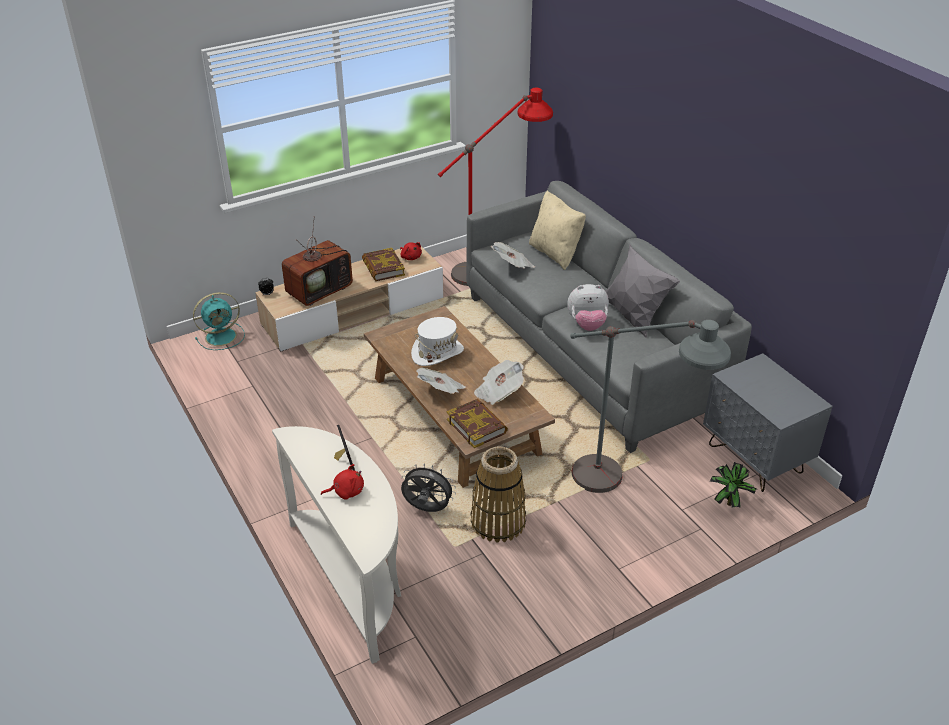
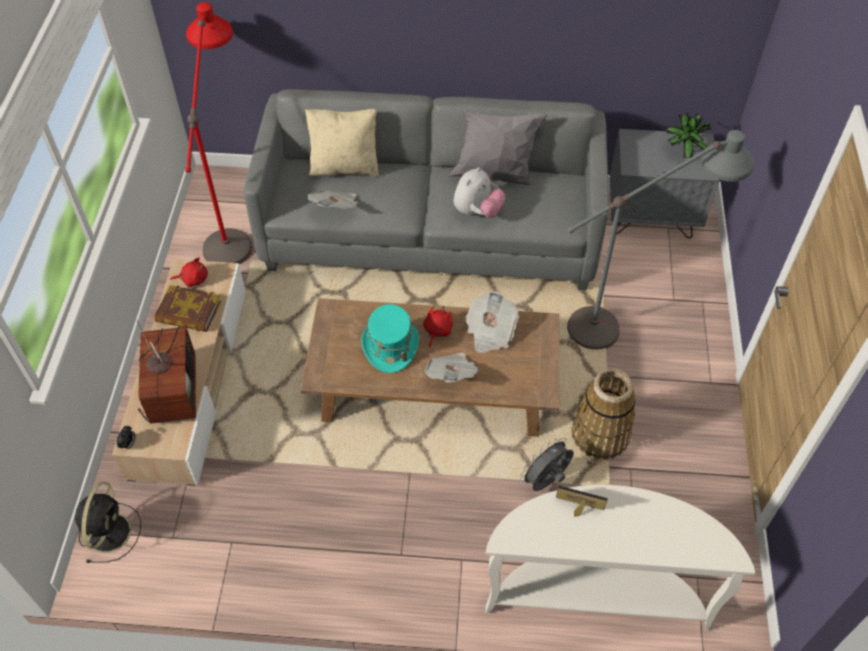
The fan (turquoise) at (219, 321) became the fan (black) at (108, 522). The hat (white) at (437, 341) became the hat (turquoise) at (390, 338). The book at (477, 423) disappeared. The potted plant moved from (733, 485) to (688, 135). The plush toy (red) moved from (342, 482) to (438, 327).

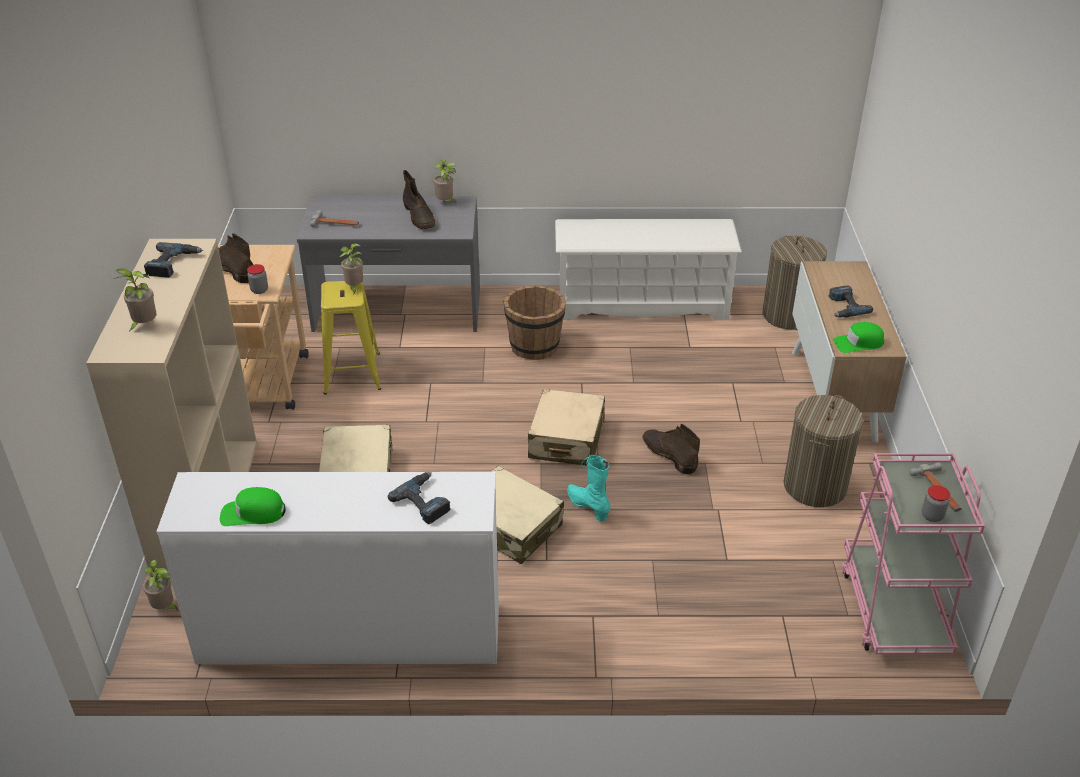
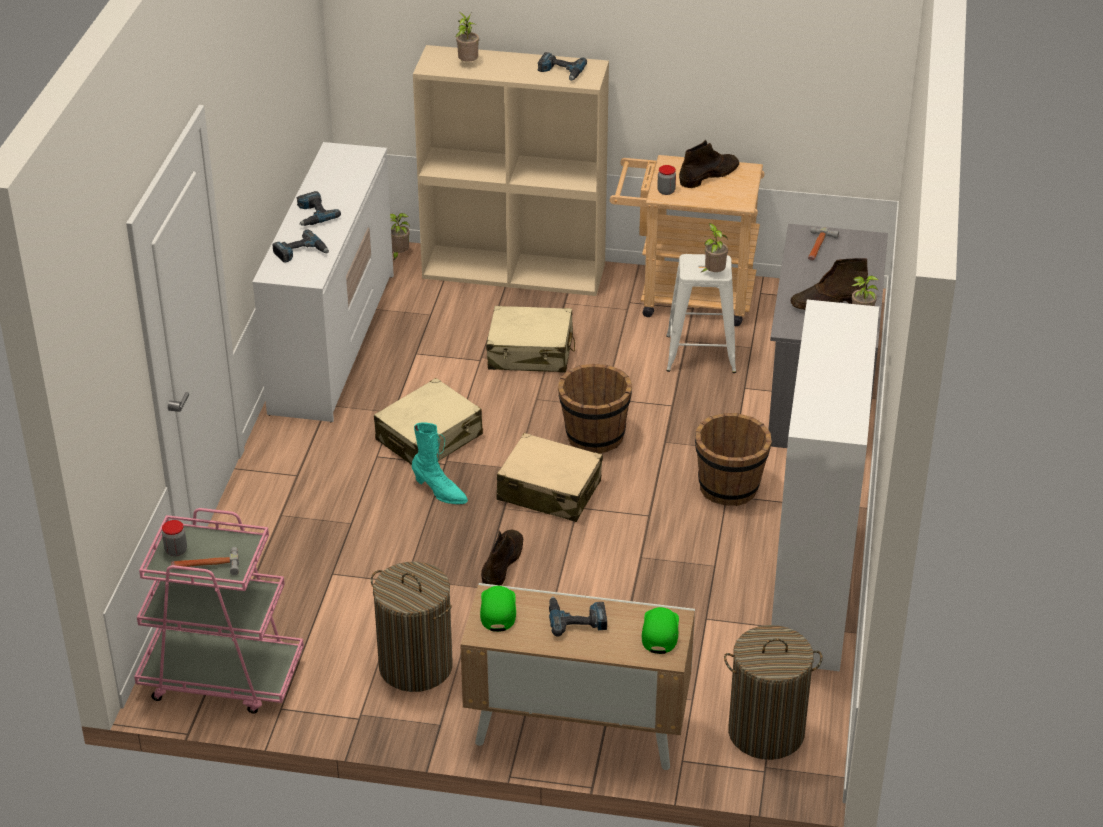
The shoe rack (white) at (648, 269) was replaced by the bookcase (white) at (825, 485). The stool (yellow) at (351, 338) became the stool (white) at (701, 313). The boot (brown) at (671, 449) turned 45 degrees counterclockwise. The boot (turquoise) at (589, 488) turned 60 degrees clockwise. The cap (green) moved from (252, 506) to (660, 630). The power drill at (318, 208) appeared. The bucket (brown) at (595, 408) appeared.

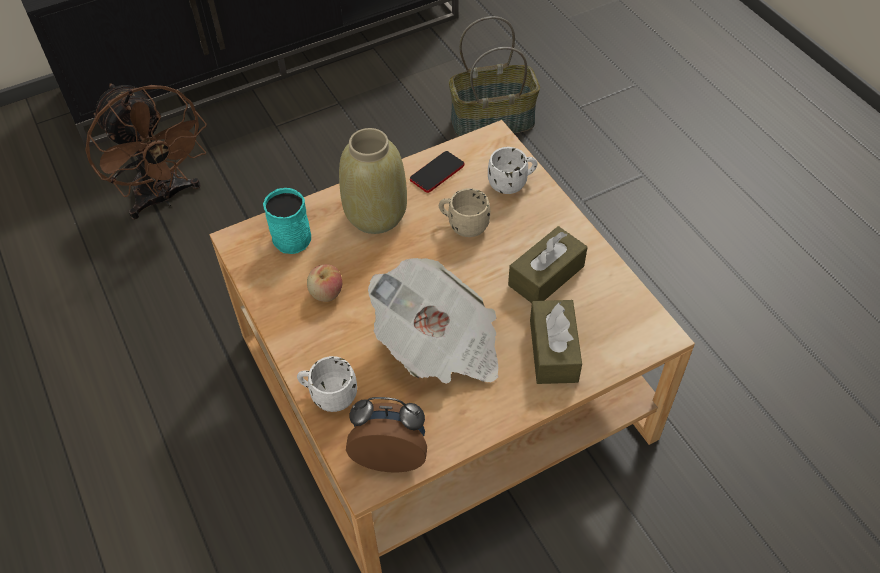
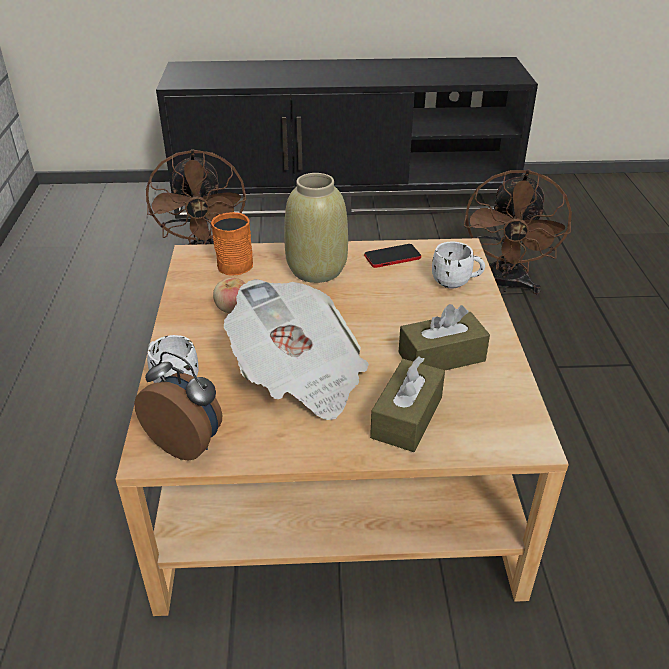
The basket at (494, 76) was replaced by the fan (brown) at (518, 231). The mug (turquoise) at (287, 221) became the mug (orange) at (232, 244). The mug (beige) at (464, 212) disappeared.

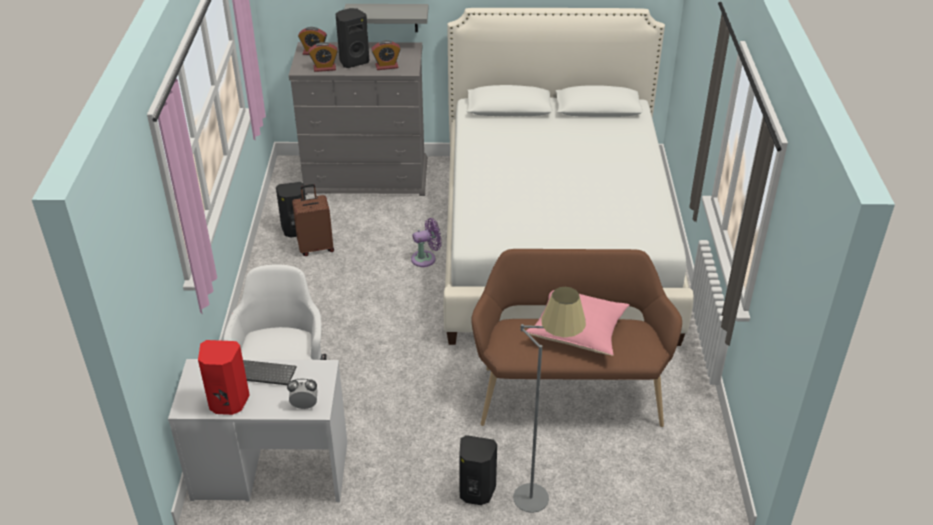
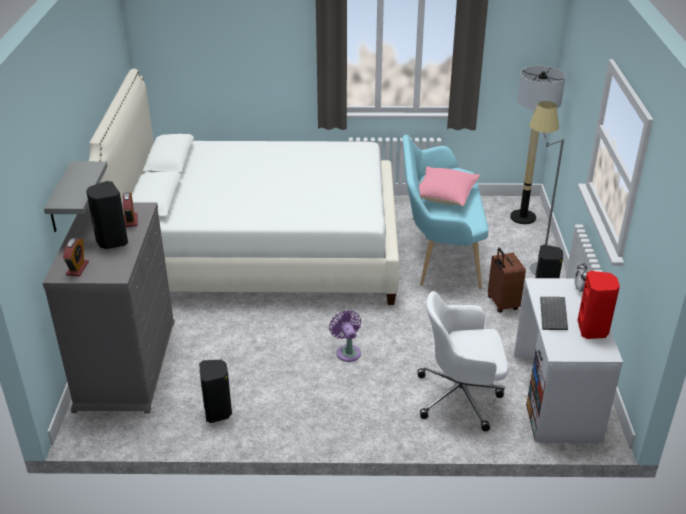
The alarm clock at (323, 57) disappeared. The suitcase (brown) moved from (313, 220) to (507, 280). The fan (purple) moved from (426, 242) to (345, 336). The bench (brown) at (576, 338) became the bench (turquoise) at (445, 212). The floor lamp at (538, 145) appeared.

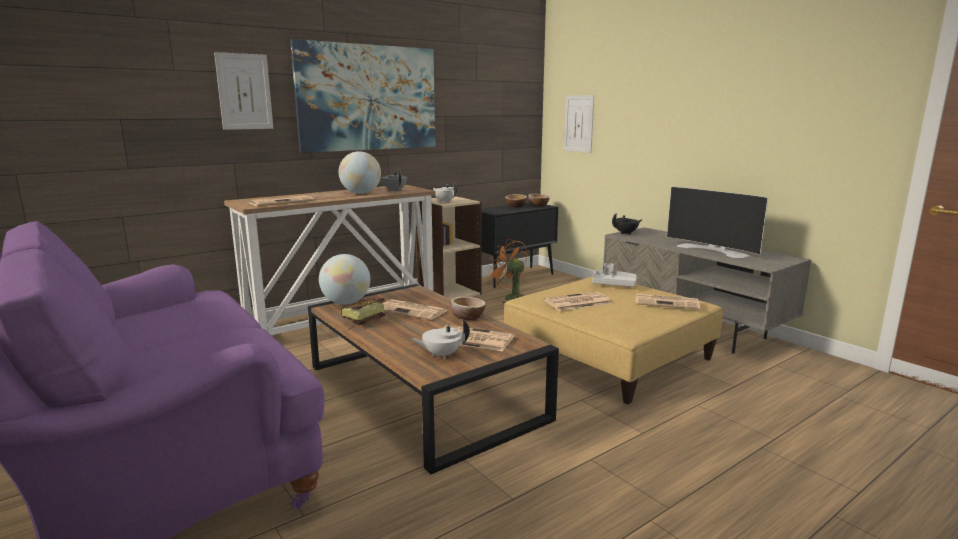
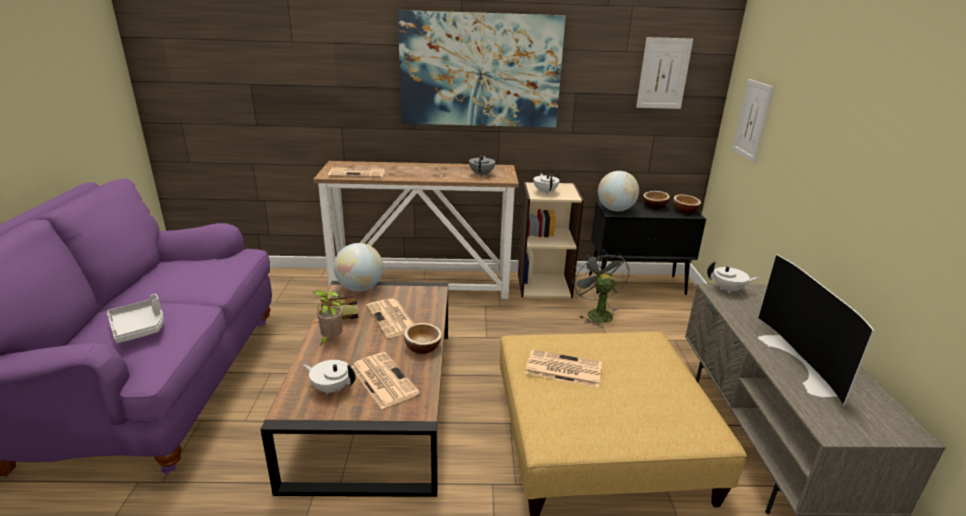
The picture moved from (243, 91) to (664, 73). The globe moved from (360, 172) to (618, 191). The teapot (black) at (627, 224) became the teapot (white) at (733, 277). The fan (orange) at (507, 271) became the fan (grey) at (601, 288). The tray (grey) moved from (614, 275) to (135, 318). The newspaper at (667, 301) disappeared. The potted plant at (328, 318) appeared.

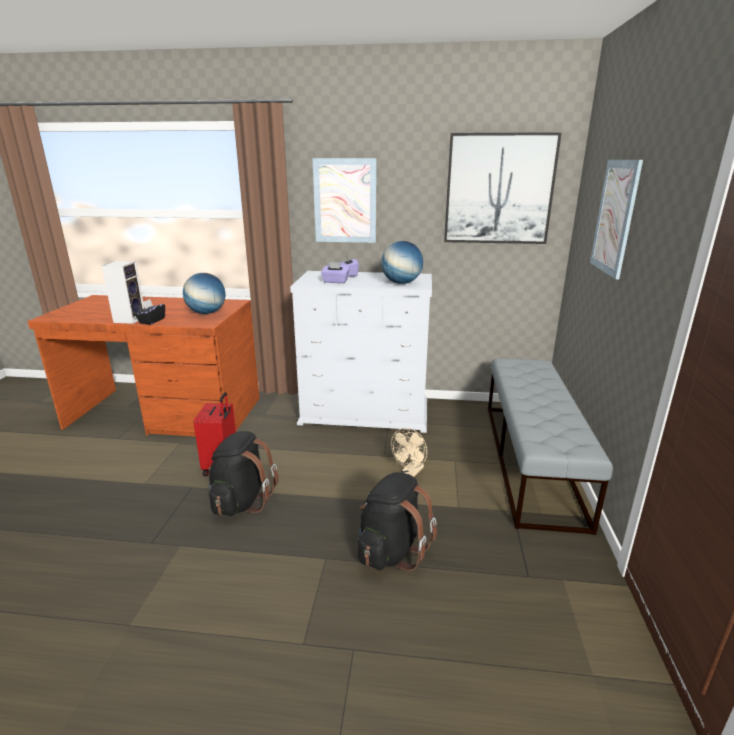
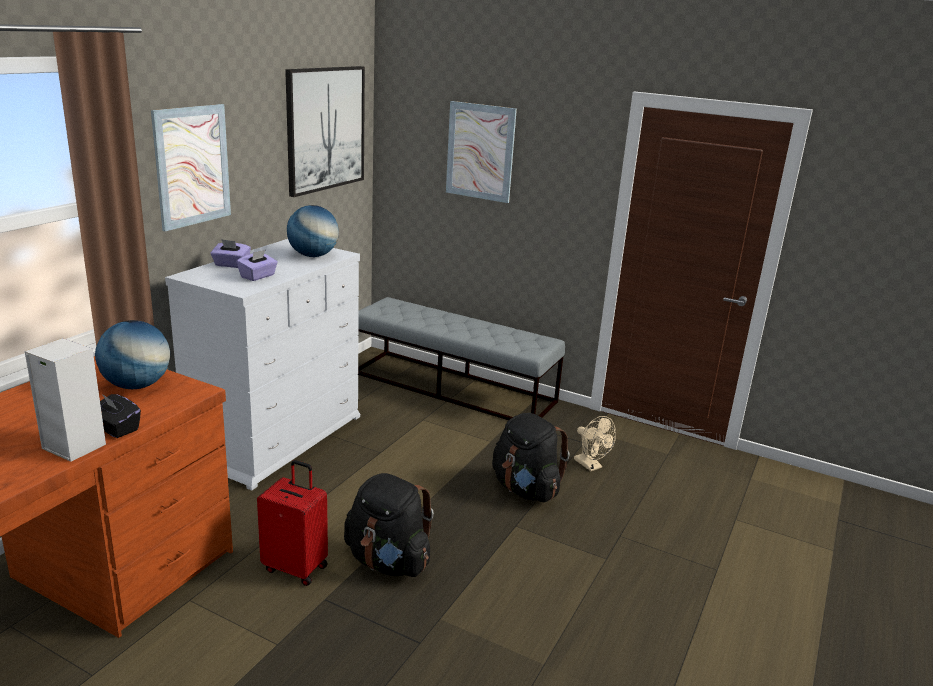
The fan (beige) moved from (409, 452) to (595, 443).

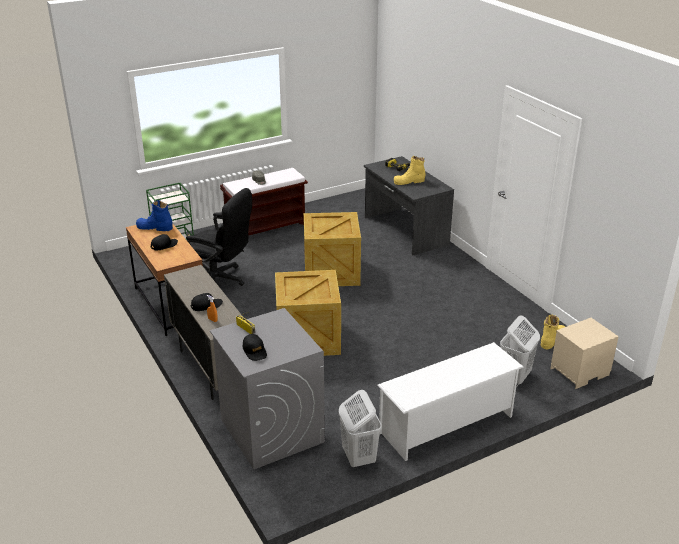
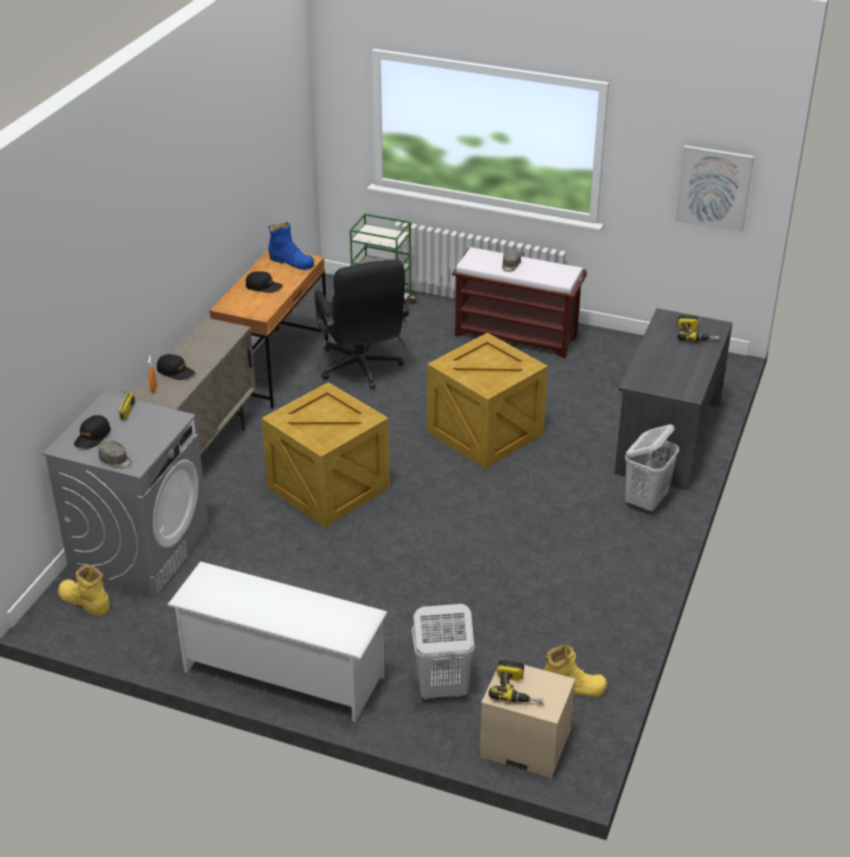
The boot (yellow) moved from (409, 170) to (84, 590). The boot (blue) at (154, 215) turned 150 degrees clockwise. The laundry basket (white) moved from (360, 429) to (652, 468). The picture at (714, 188) appeared. The cap (grey) at (115, 454) appeared. The power drill at (516, 681) appeared.

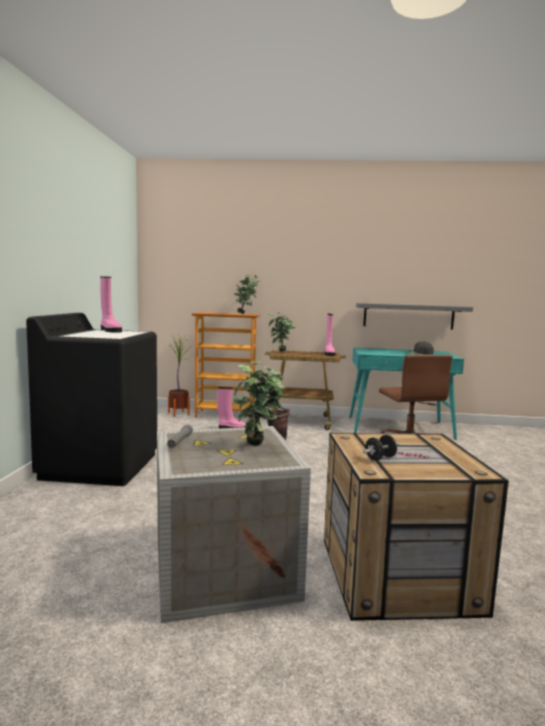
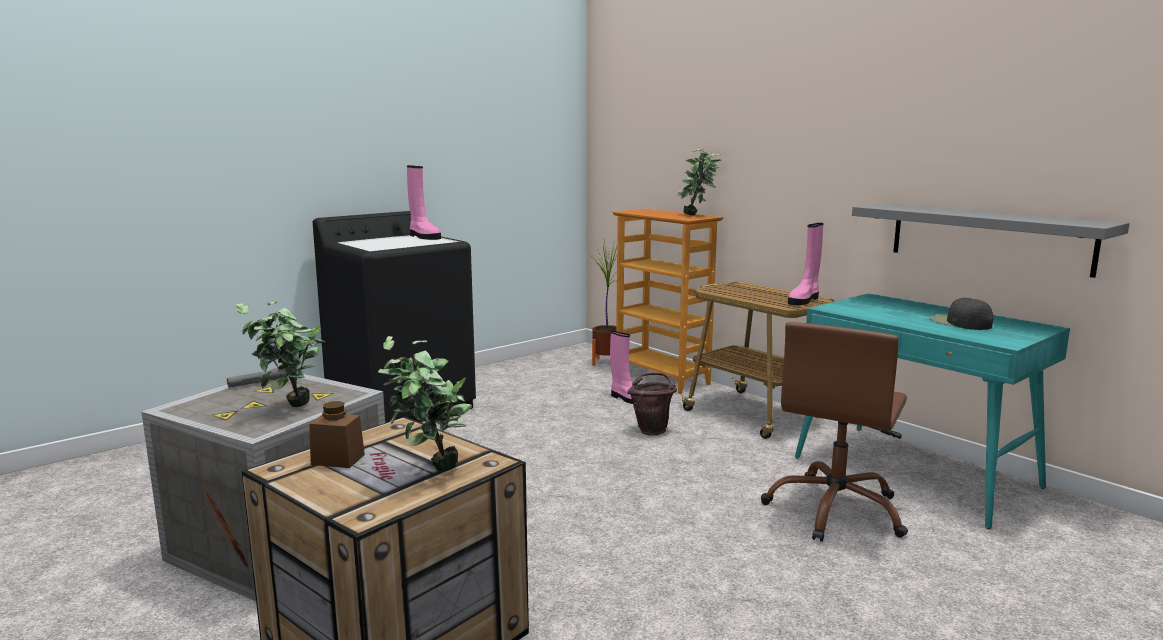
The boot (pink) at (111, 304) turned 45 degrees counterclockwise. The potted plant moved from (282, 331) to (425, 404). The dumbbell (black) at (381, 448) was replaced by the jar (brown) at (337, 434).

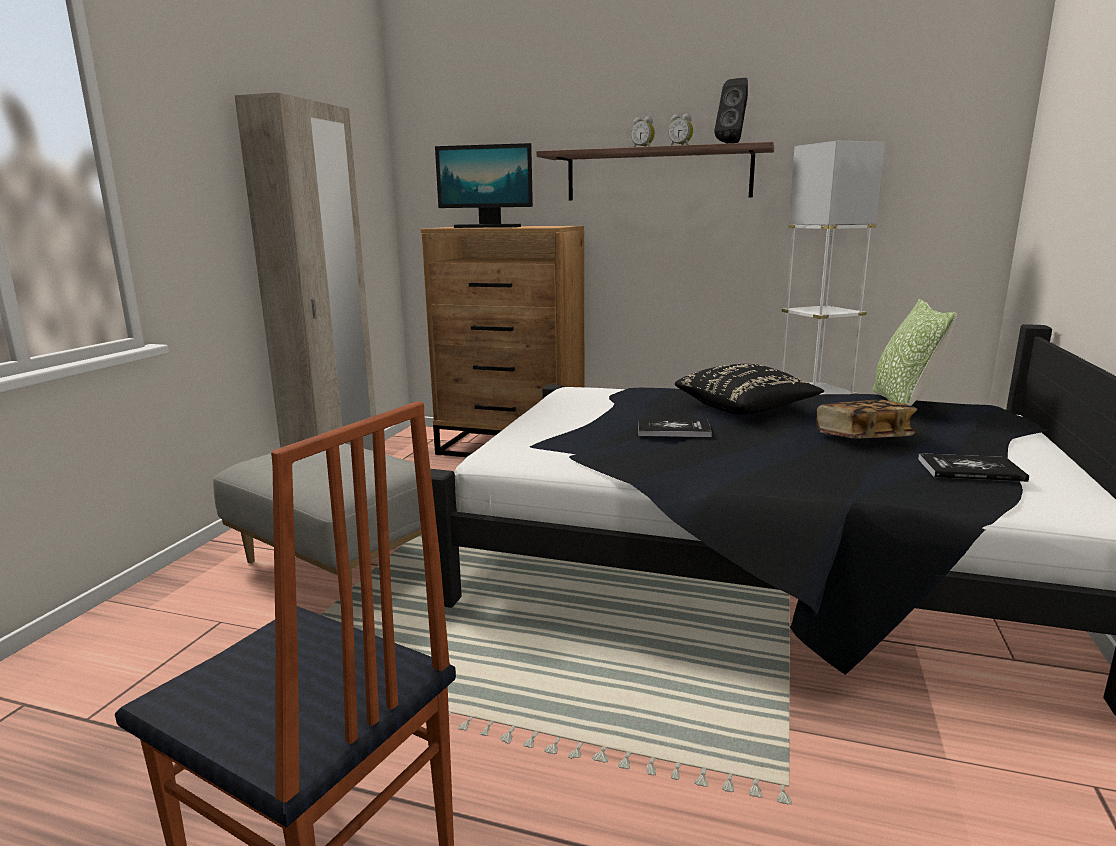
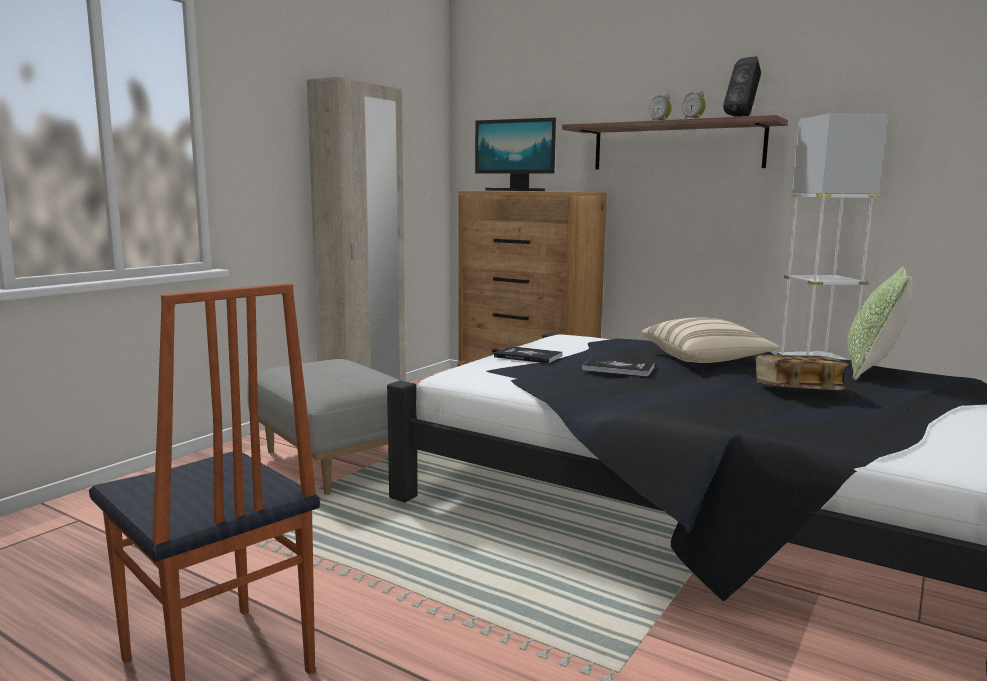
The pillow (black) at (749, 389) became the pillow (beige) at (711, 340). The book moved from (973, 467) to (528, 355).

